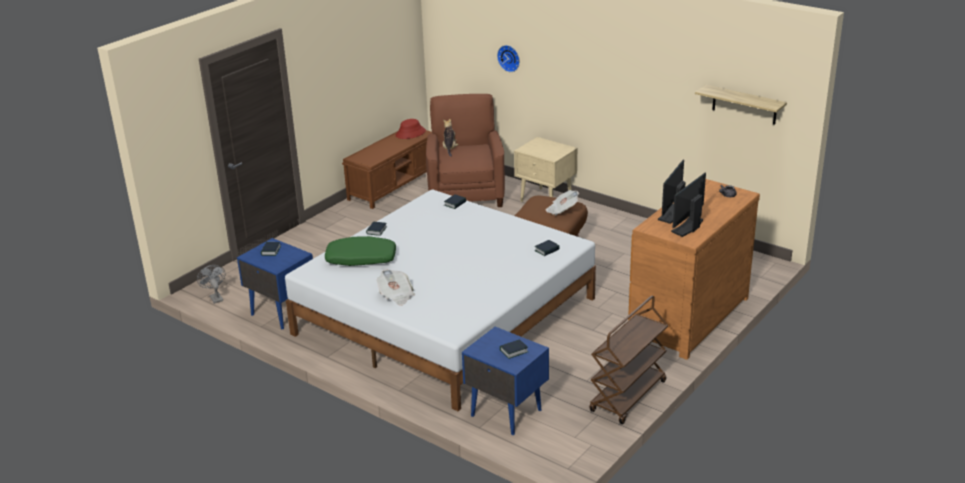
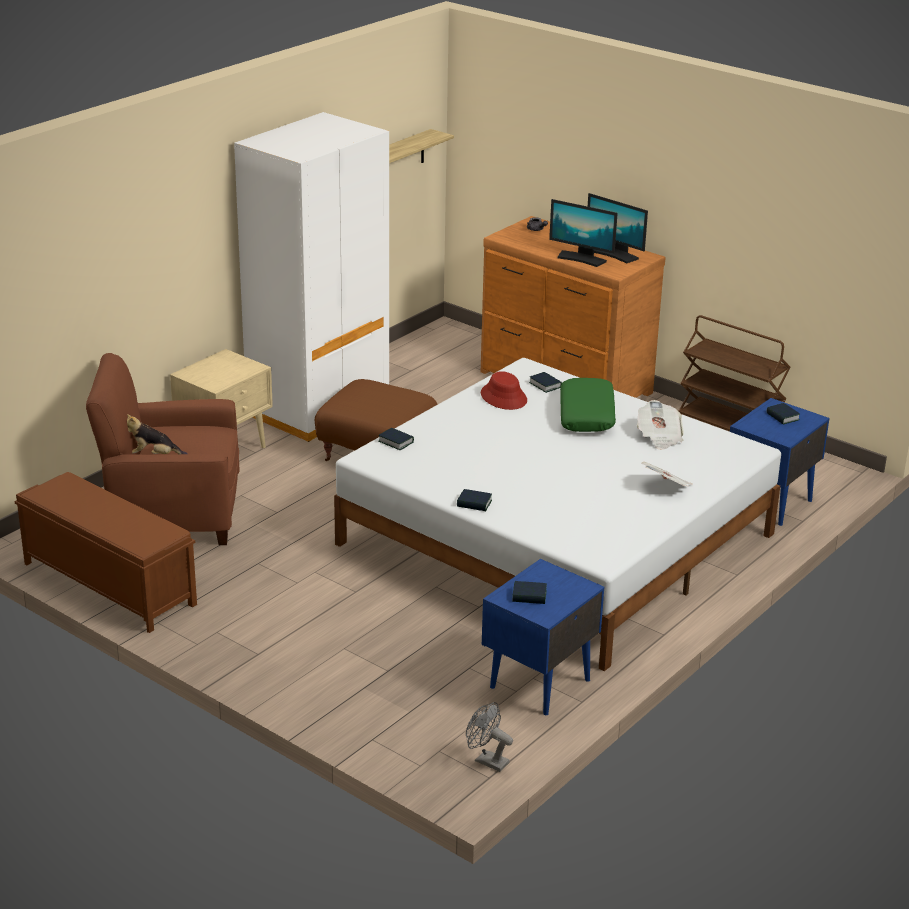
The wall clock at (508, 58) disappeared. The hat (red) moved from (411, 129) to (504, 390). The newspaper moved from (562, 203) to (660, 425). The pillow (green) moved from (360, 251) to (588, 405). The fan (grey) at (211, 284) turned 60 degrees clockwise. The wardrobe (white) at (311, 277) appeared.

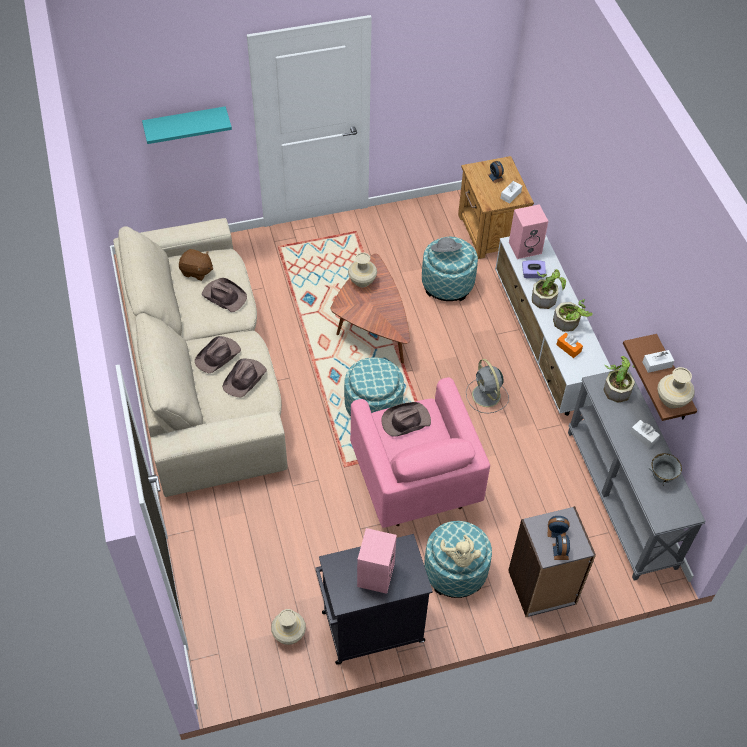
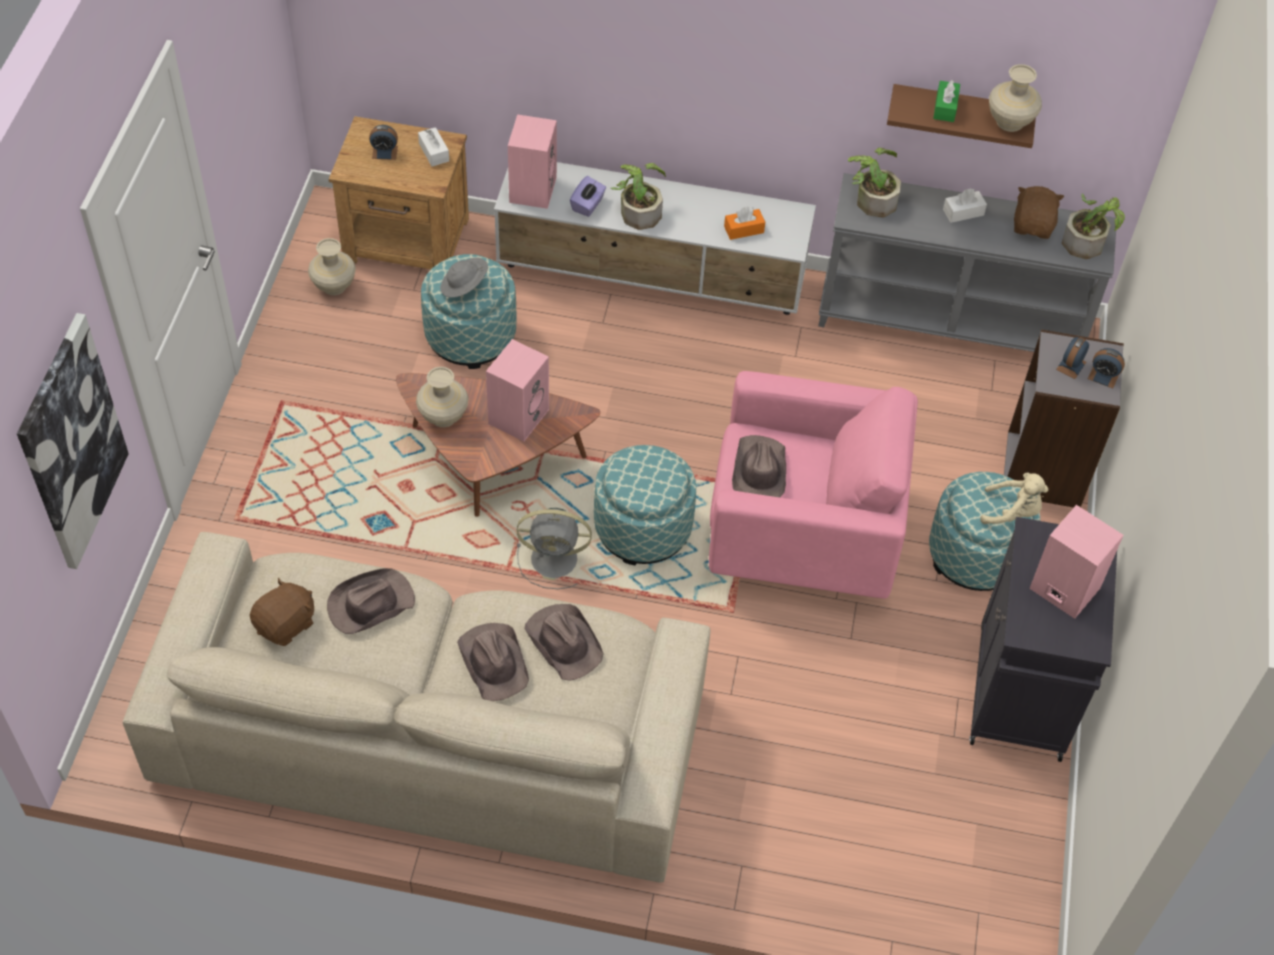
The shelf (turquoise) at (187, 125) was replaced by the picture at (73, 441). The potted plant moved from (573, 315) to (1093, 226). The tissue box (white) at (658, 361) became the tissue box (green) at (946, 101). The fan (grey) moved from (487, 386) to (554, 548). The bowl (grey) at (665, 469) was replaced by the plush toy (brown) at (1039, 212). The vase (beige) moved from (288, 627) to (332, 266). The speaker (pink) at (517, 390) appeared.

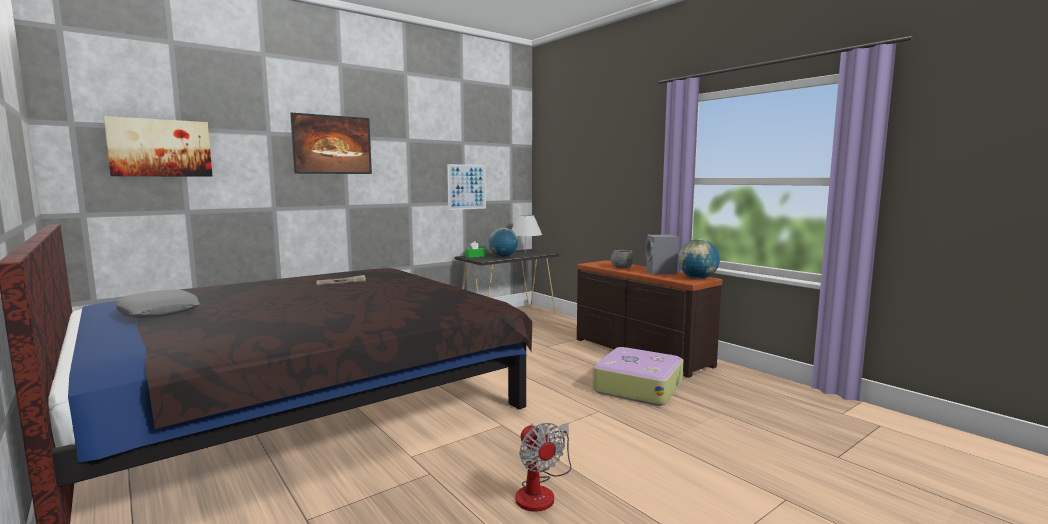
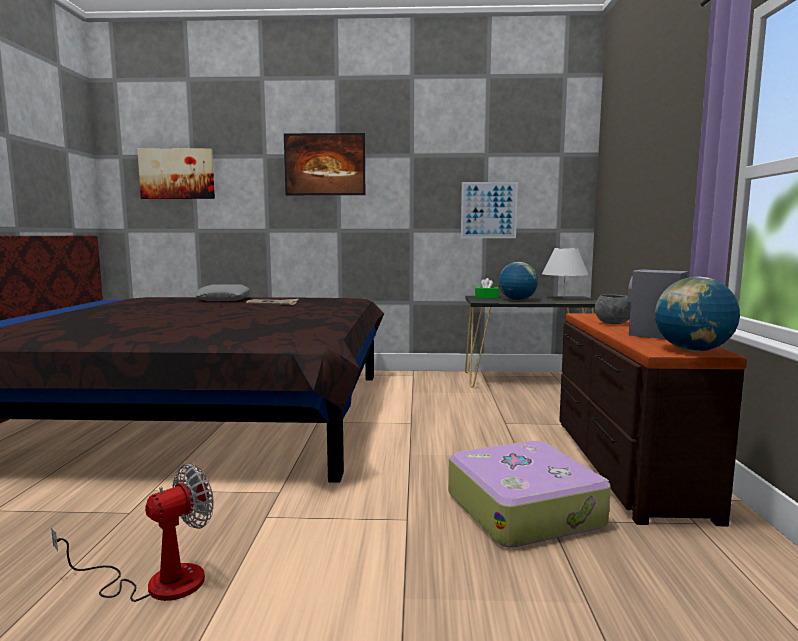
The pillow (grey) moved from (158, 303) to (222, 292). The fan at (543, 467) turned 150 degrees counterclockwise.

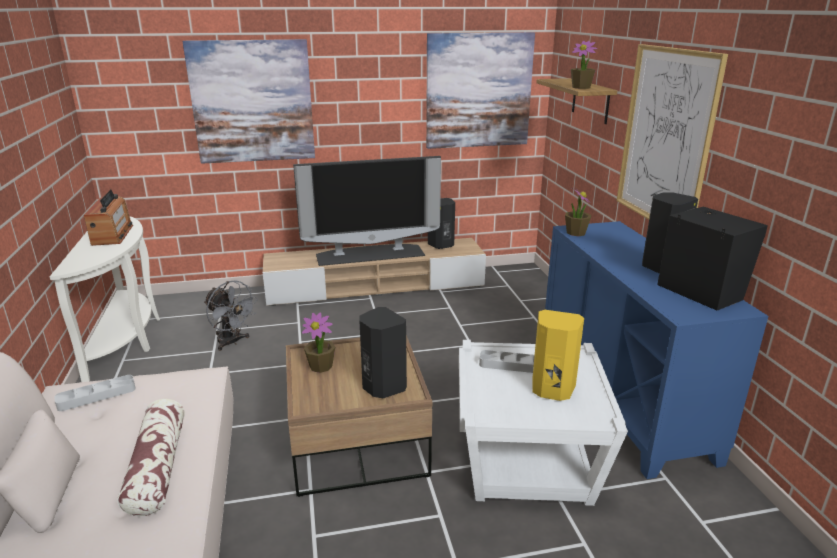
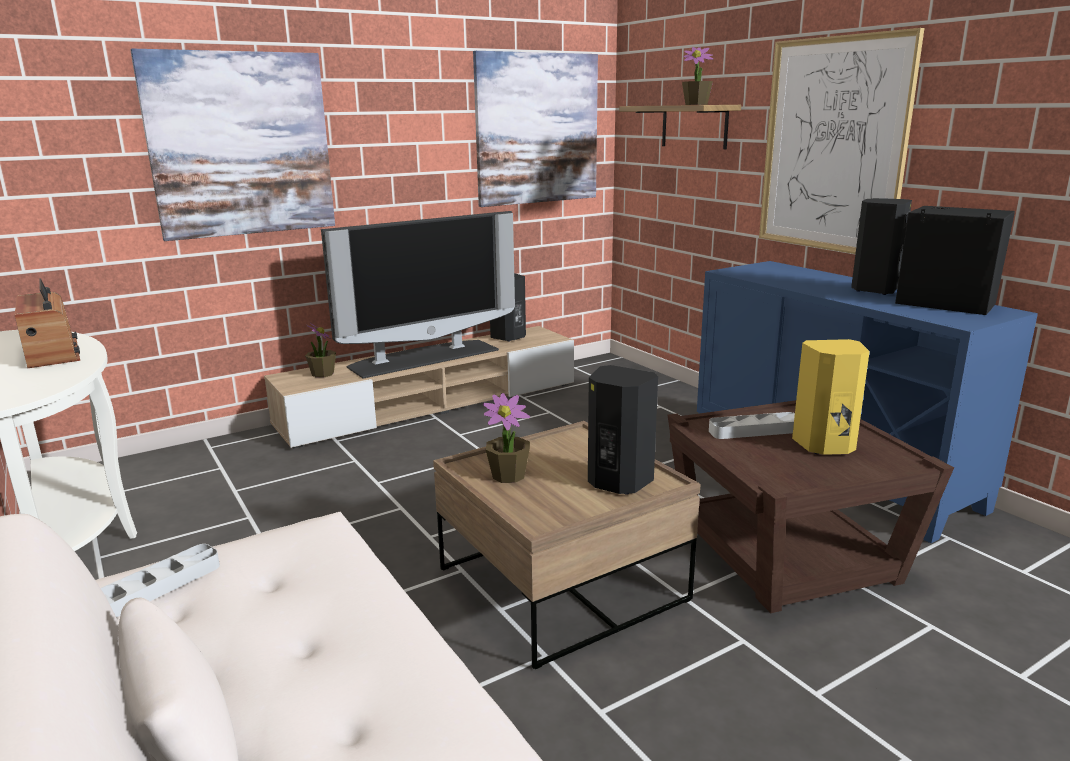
The potted plant moved from (578, 211) to (320, 350). The fan (grey) at (231, 316) disappeared. The side table (white) at (543, 423) became the side table (brown) at (811, 506). The pillow at (151, 457) disappeared.

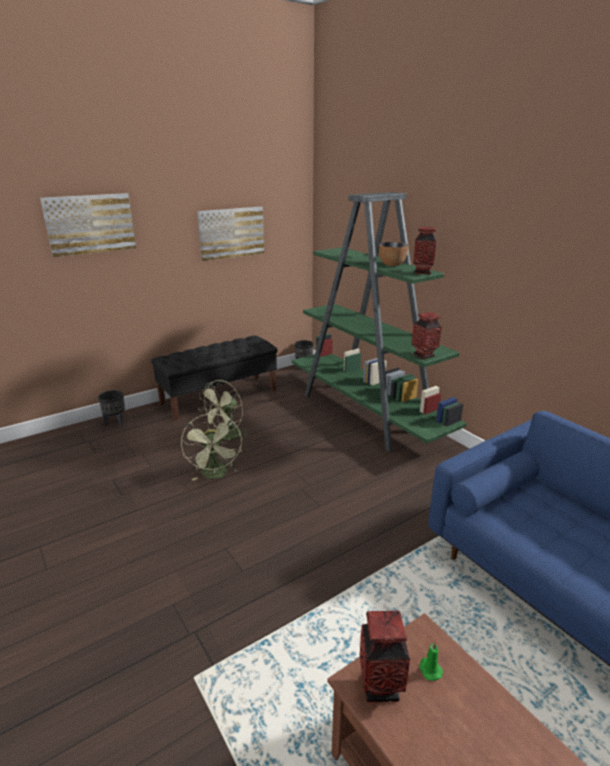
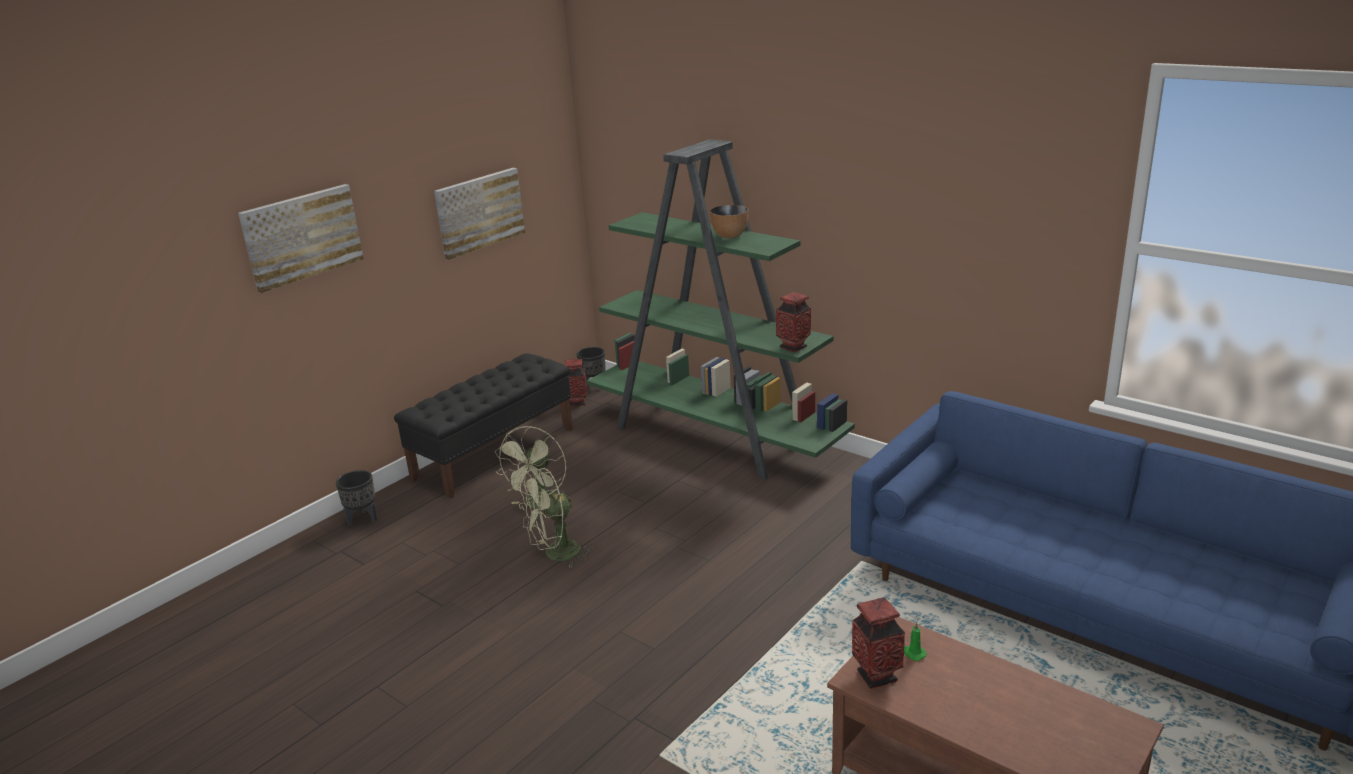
The vase moved from (424, 251) to (576, 383). The fan (green) at (211, 447) turned 90 degrees clockwise.

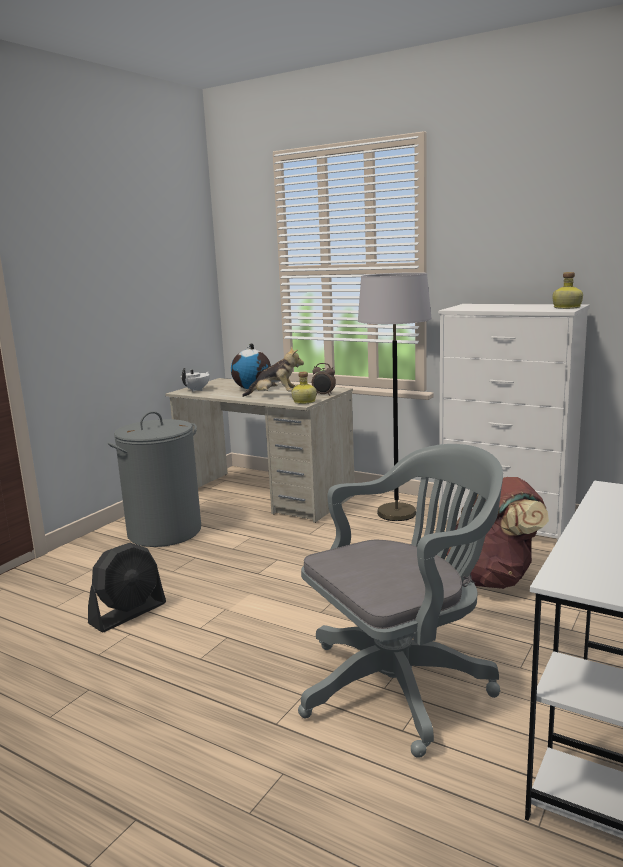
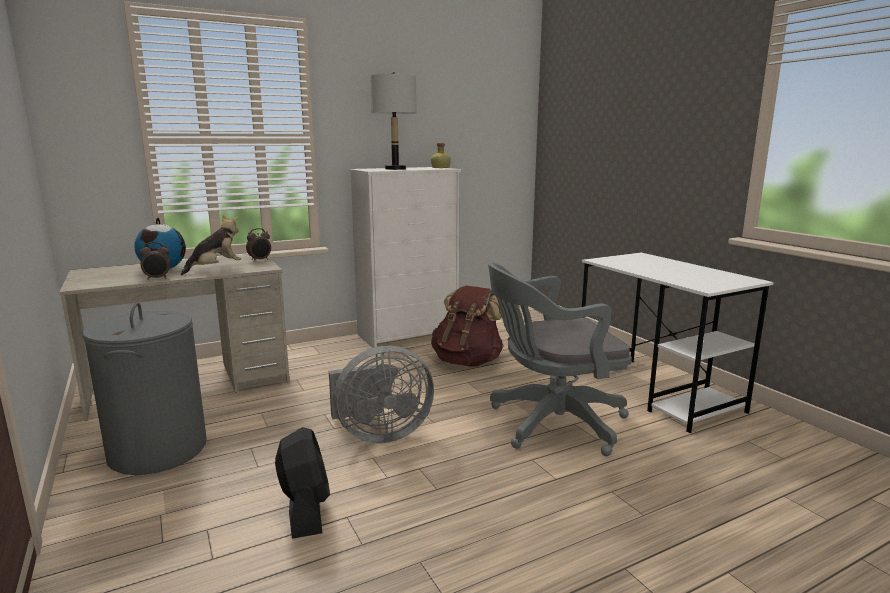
The floor lamp (grey) at (395, 396) disappeared. The teapot (white) at (195, 380) disappeared. The bottle at (304, 388) disappeared. The office chair (grey) at (400, 601) turned 105 degrees counterclockwise. The table lamp (grey) at (393, 121) appeared. The alarm clock at (155, 261) appeared. The fan (grey) at (381, 395) appeared.

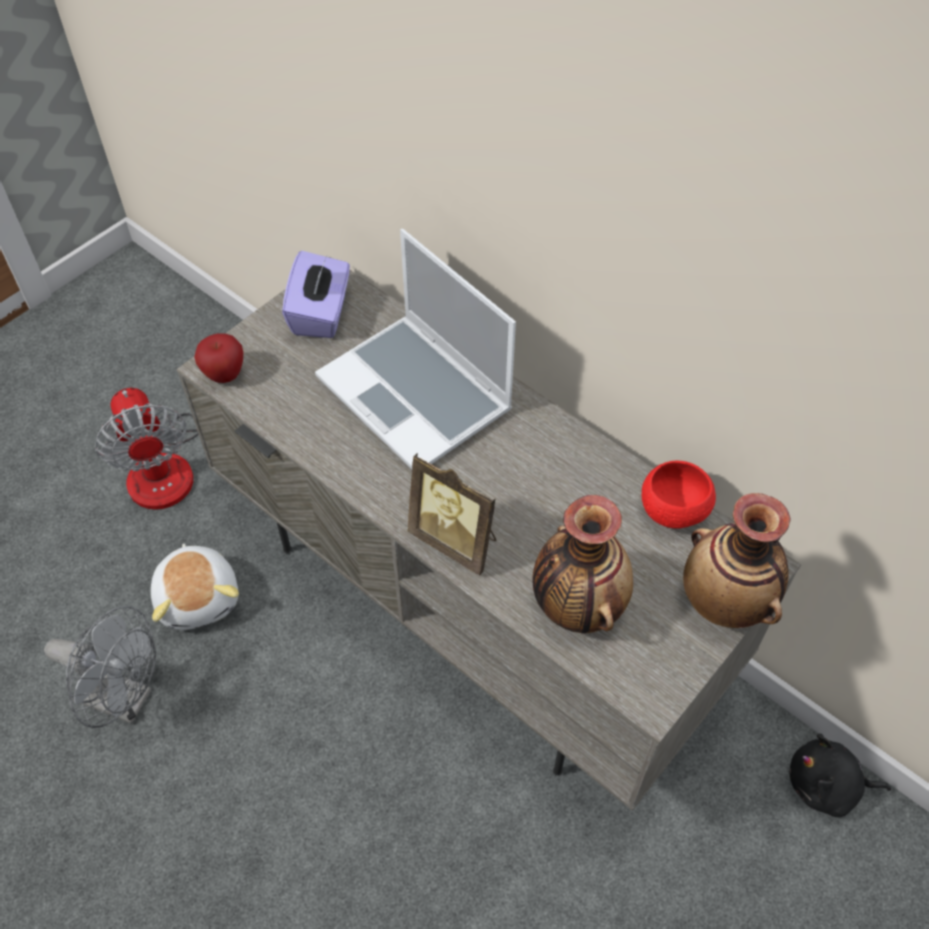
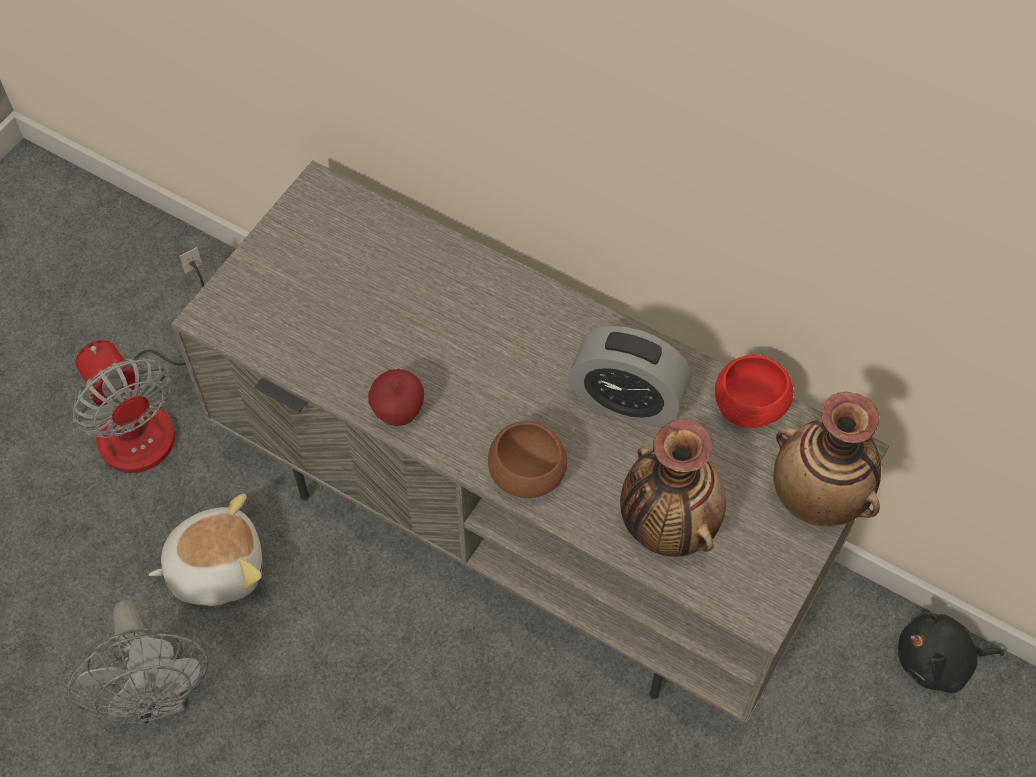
The laptop at (415, 349) disappeared. The tissue box (purple) at (316, 294) disappeared. The apple moved from (218, 358) to (396, 397). The picture frame at (451, 514) was replaced by the bowl (brown) at (528, 459). The plush toy at (195, 587) turned 75 degrees counterclockwise. The fan (grey) at (100, 667) turned 60 degrees clockwise. The alarm clock at (629, 376) appeared.

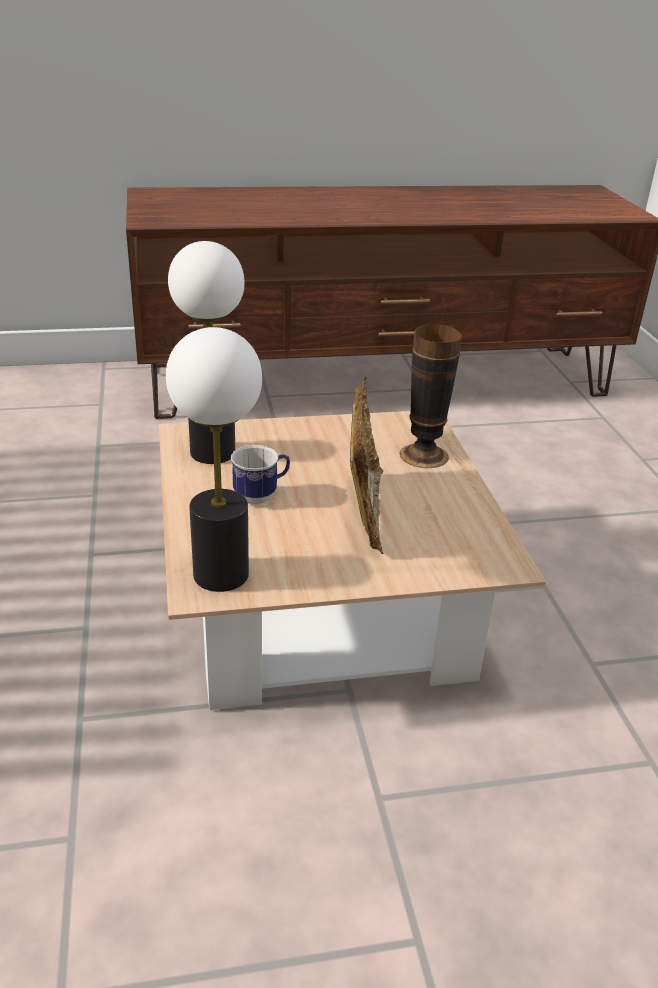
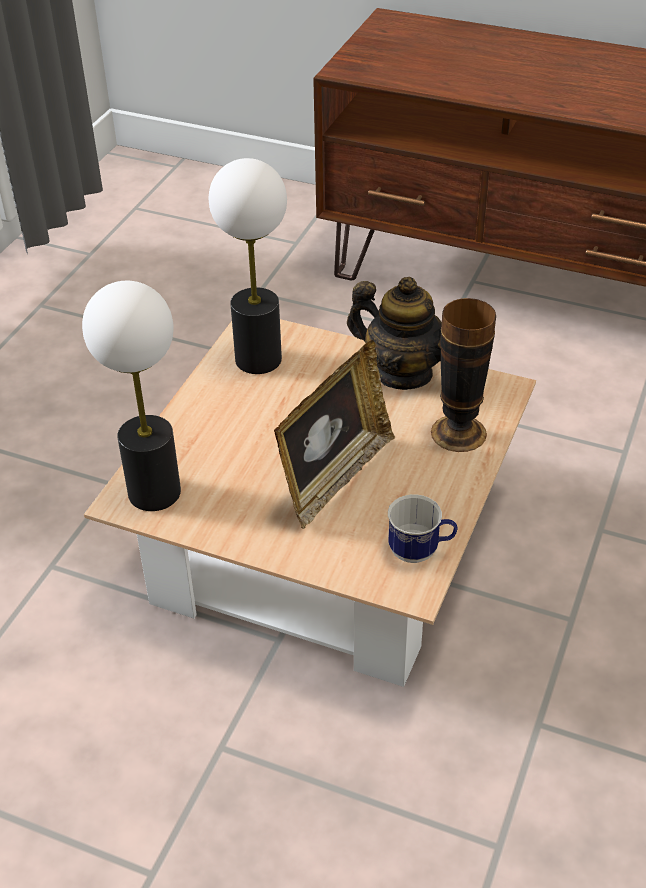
The mug moved from (260, 475) to (423, 528). The teapot at (394, 333) appeared.

